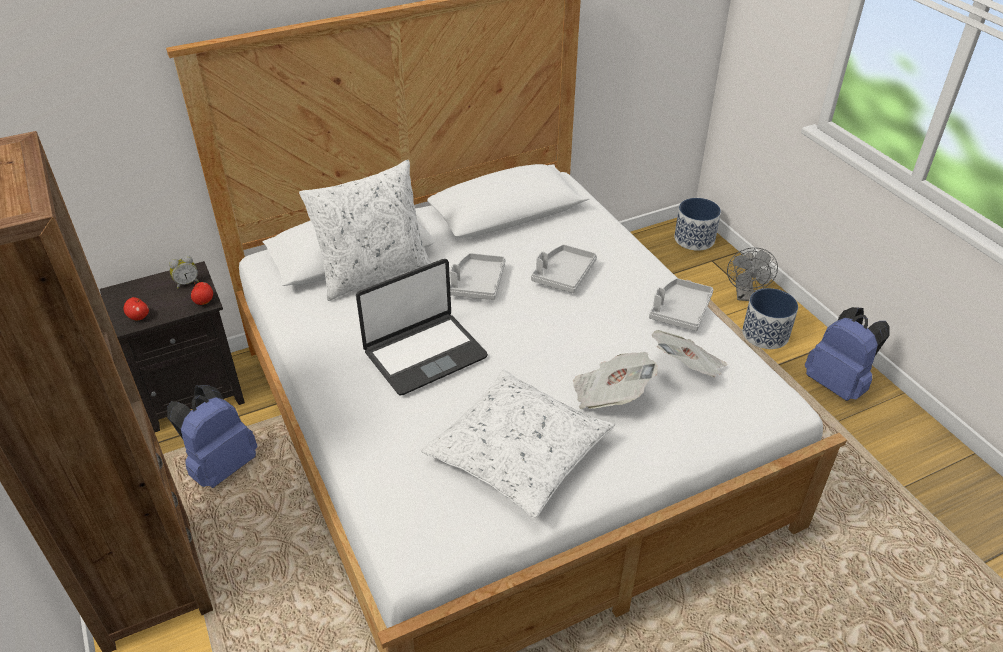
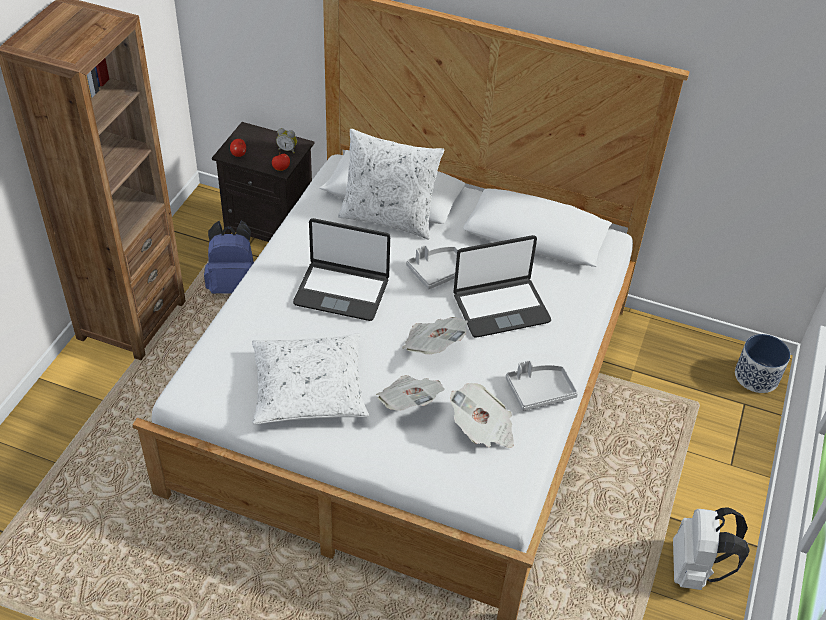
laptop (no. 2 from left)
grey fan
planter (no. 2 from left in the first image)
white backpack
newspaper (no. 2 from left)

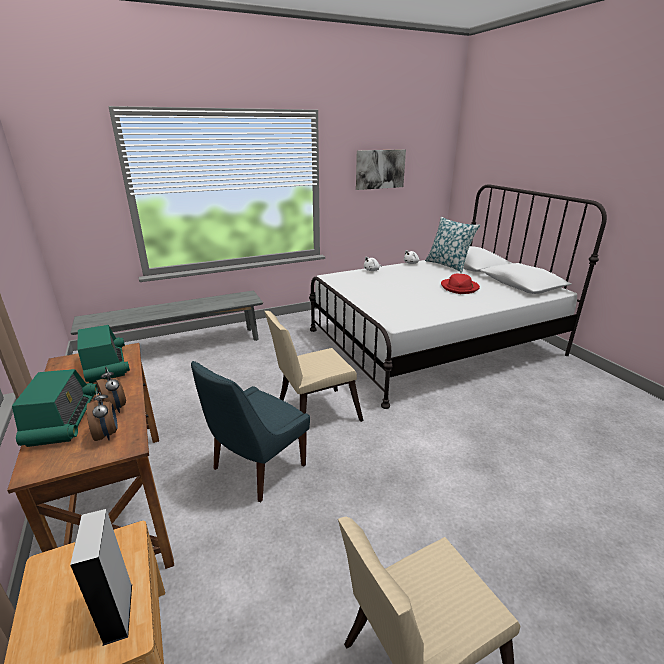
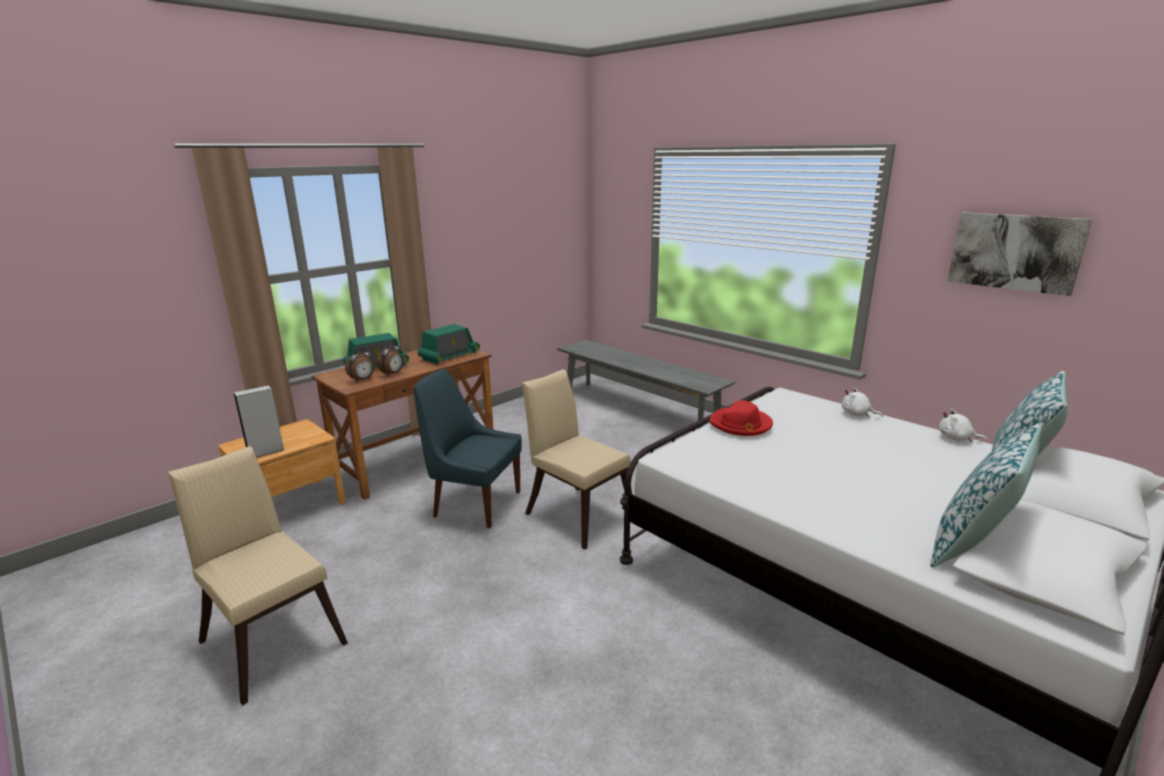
red hat
pillow (no. 1 from left)

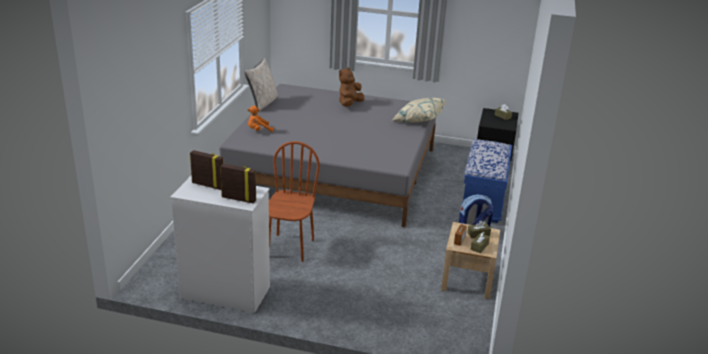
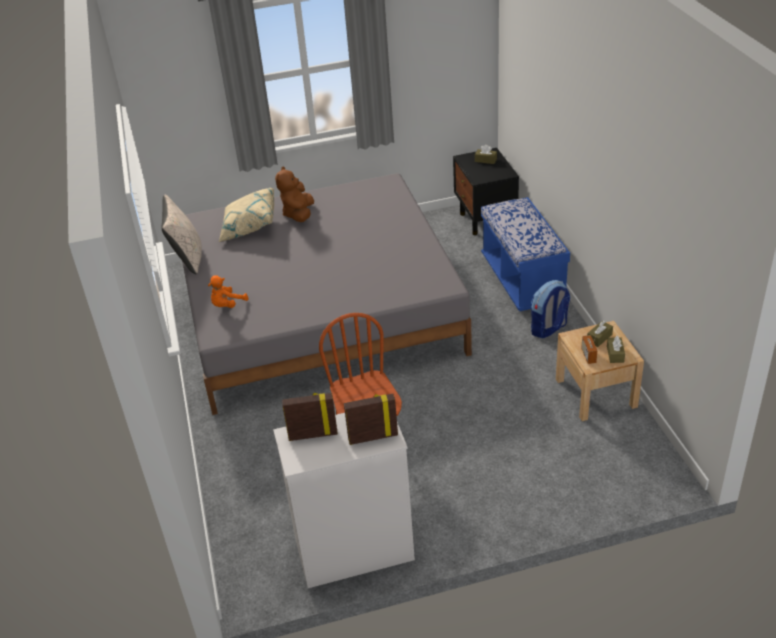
beige pillow (no. 2 from left)

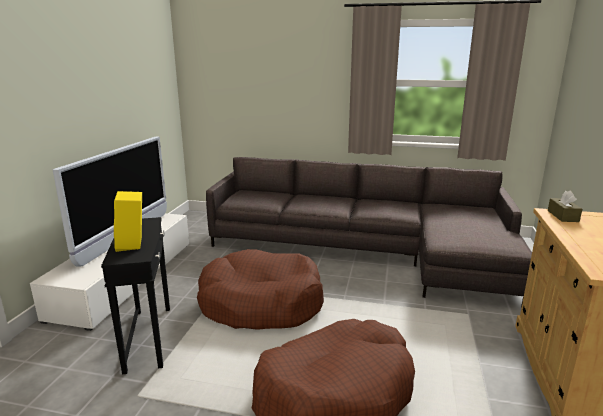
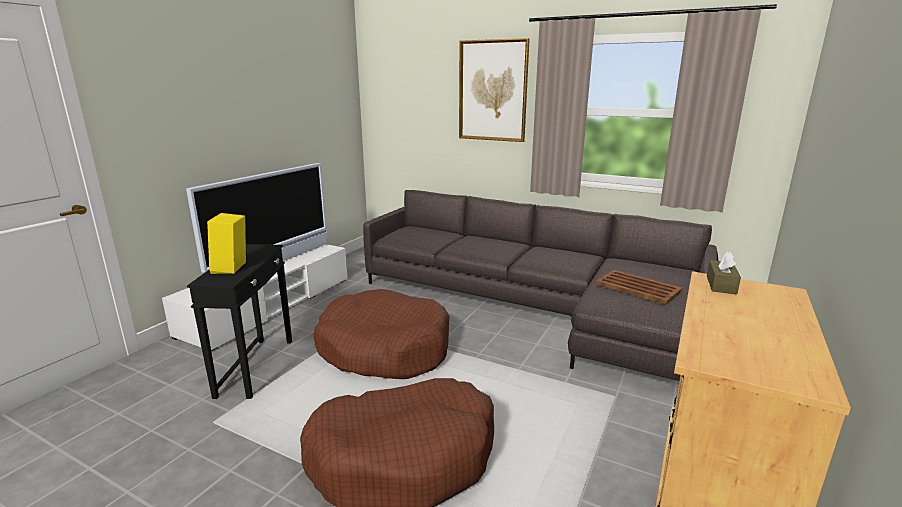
picture
brown tray

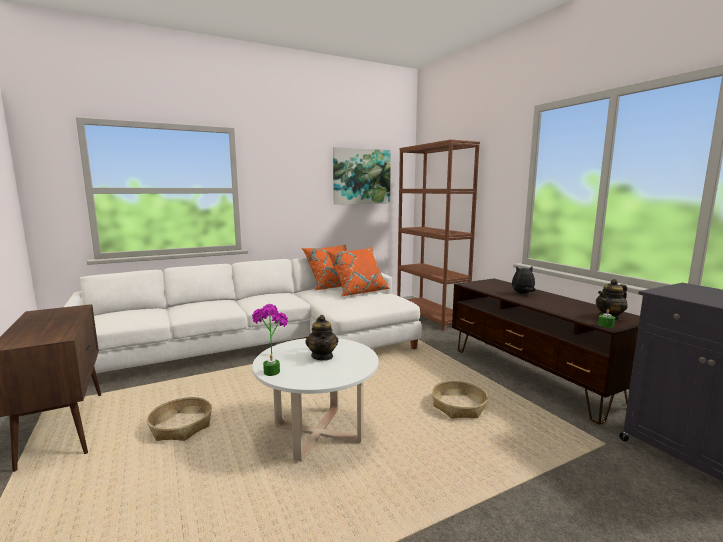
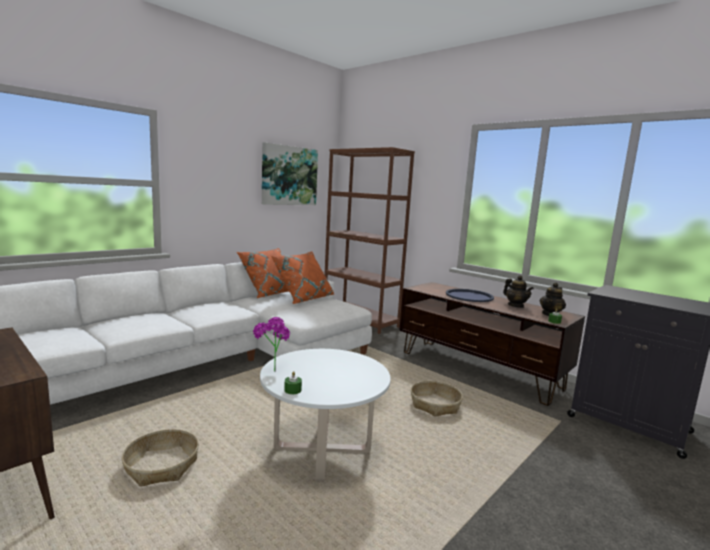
blue tray
teapot (no. 1 from left)

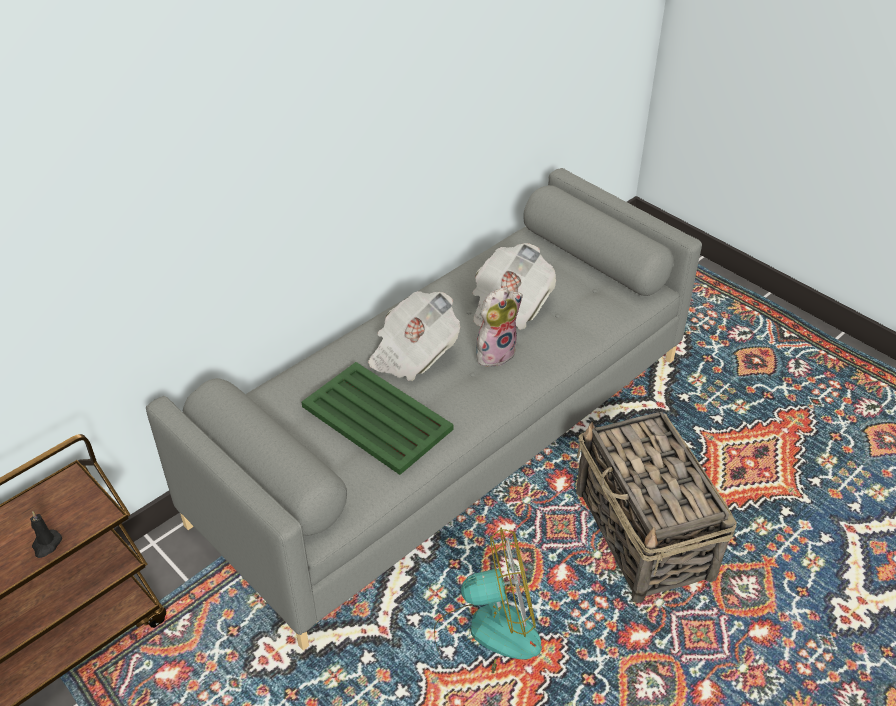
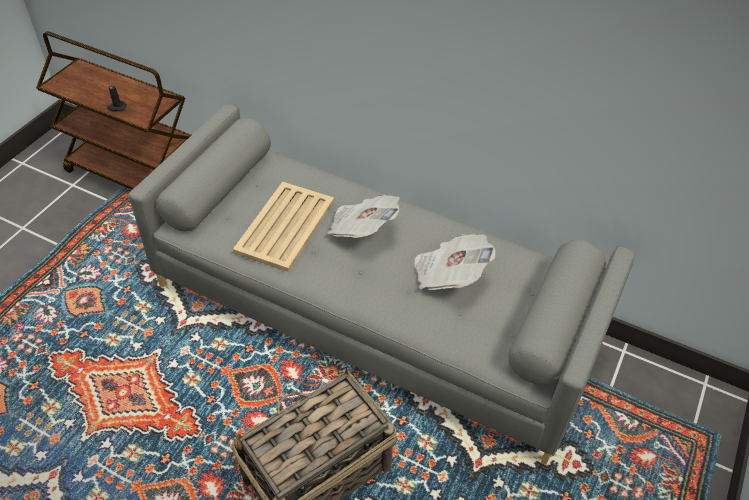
plush toy
beige tray
fan

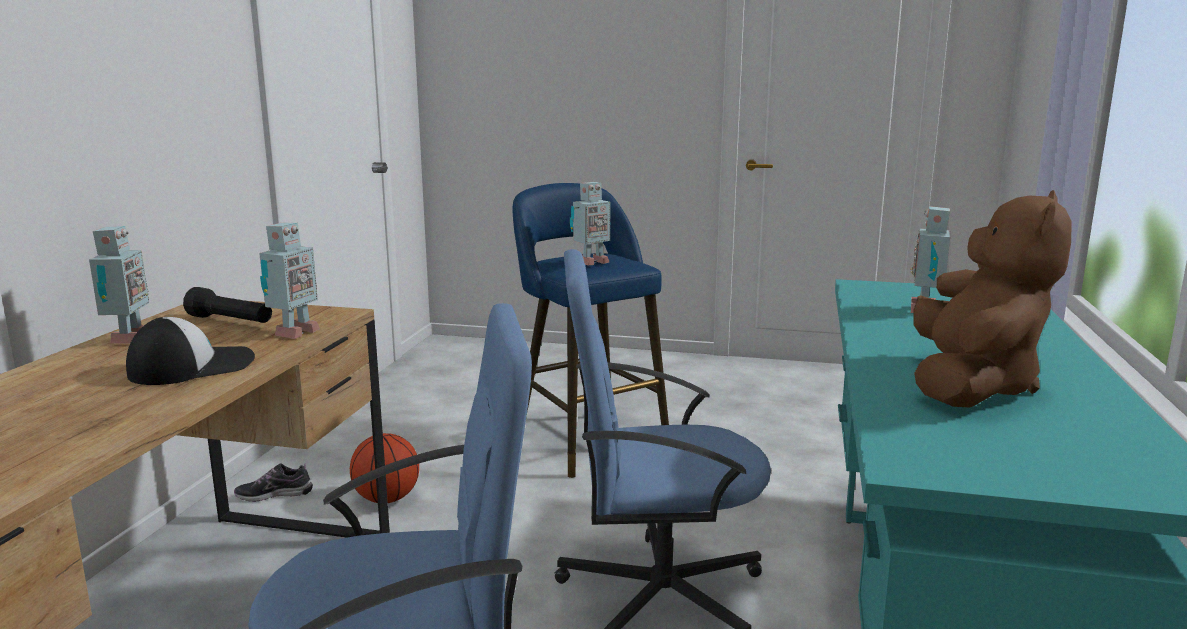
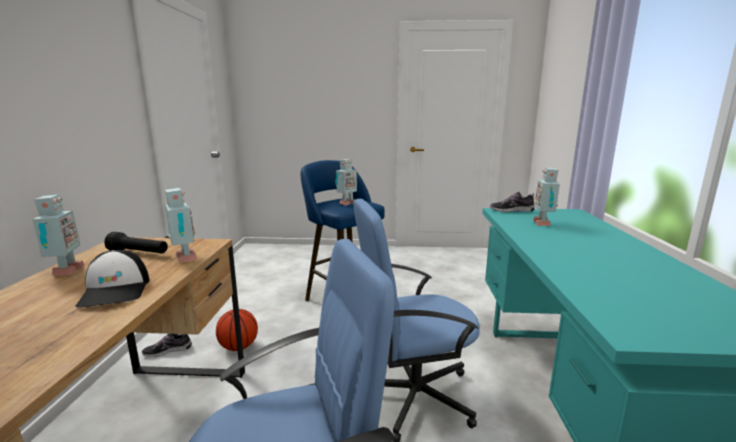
brown plush toy
toy robot (no. 2 from left)
cap
shoe (no. 2 from left)

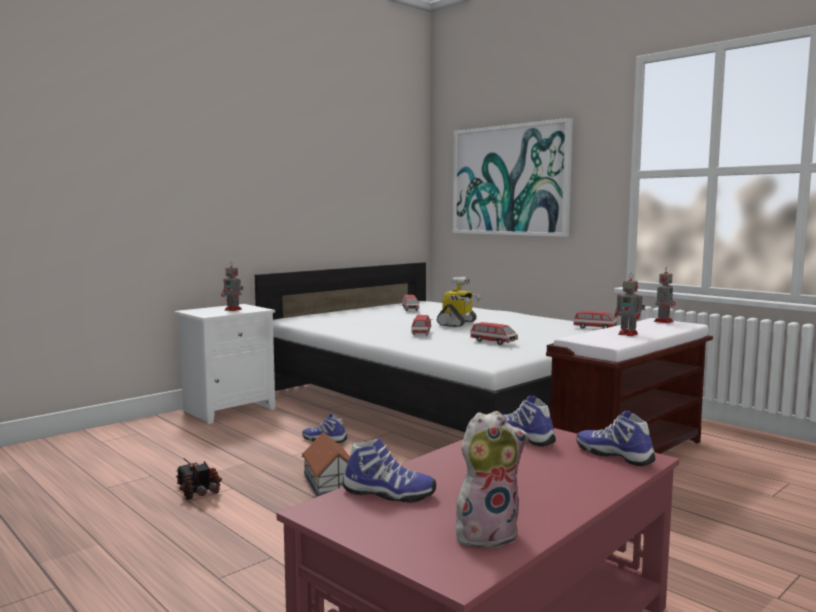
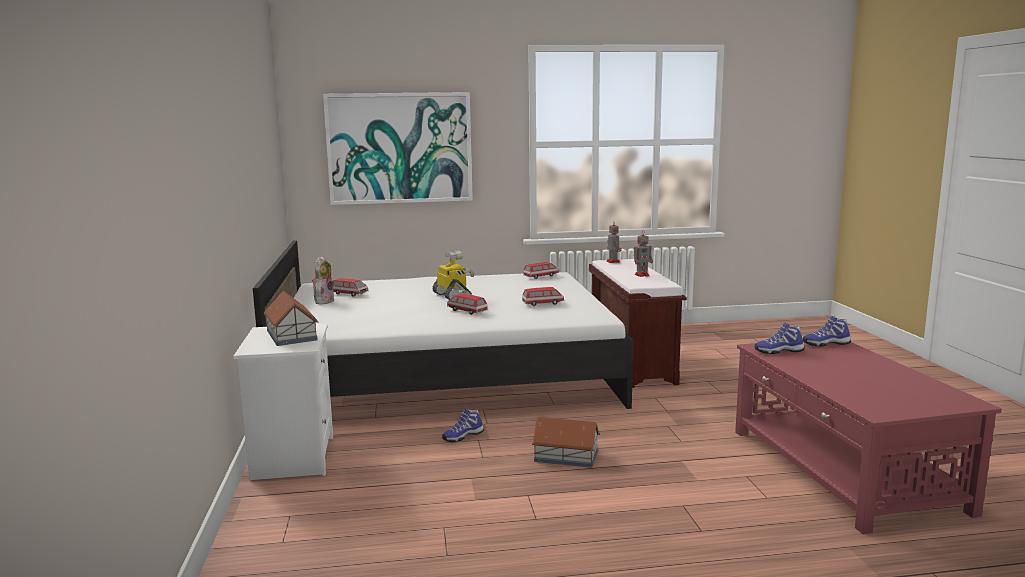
toy house (no. 1 from left)
plush toy
shoe (no. 2 from left in the first image)
toy truck

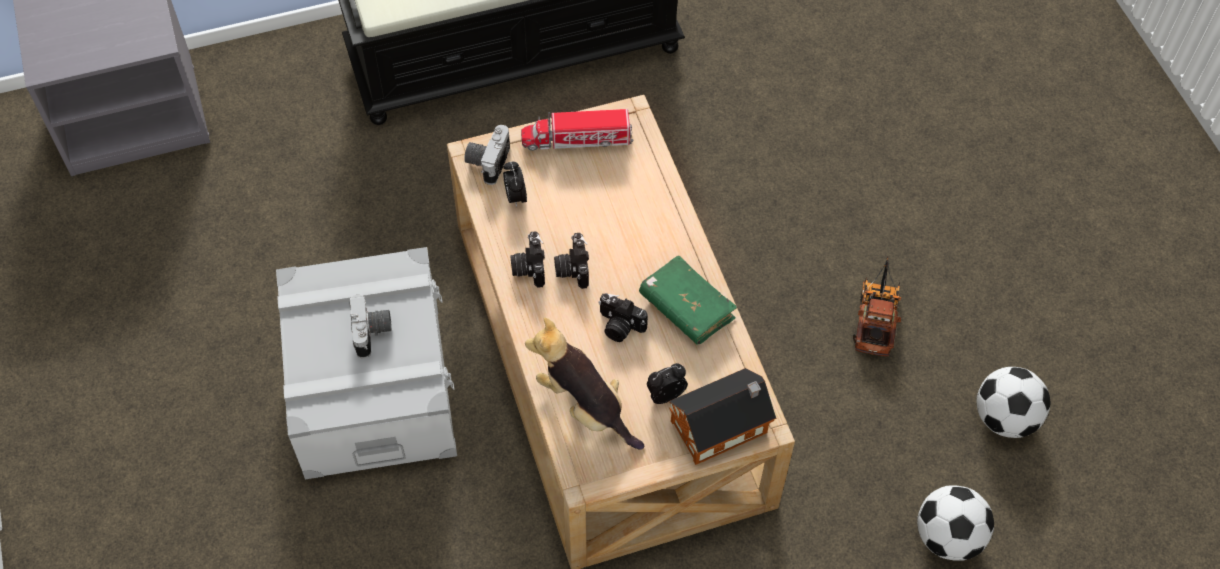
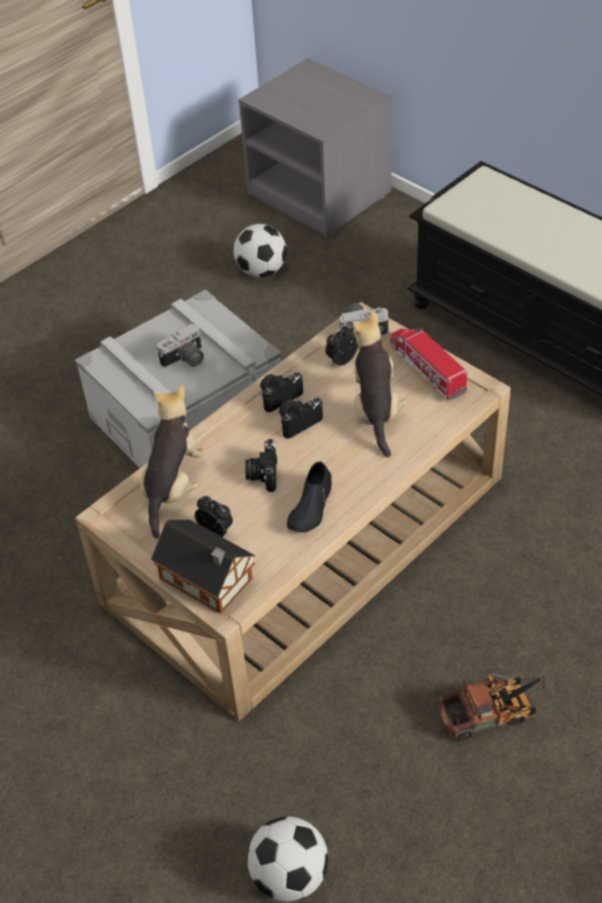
black shoe
football (no. 1 from left)
plush toy (no. 2 from left)

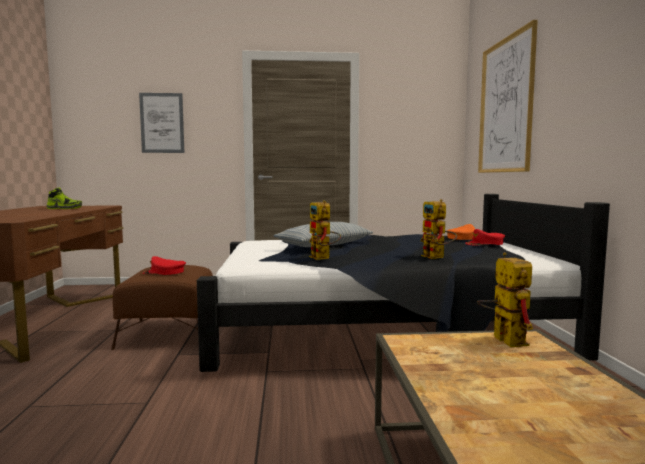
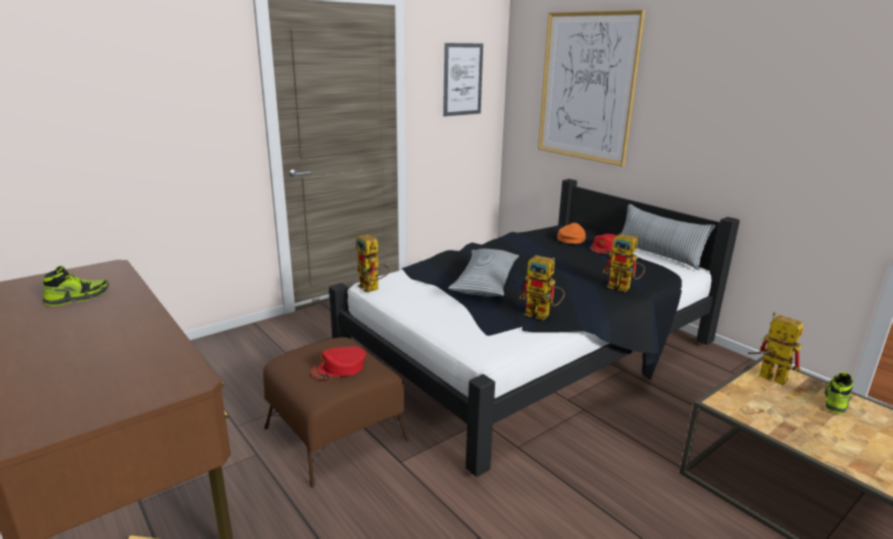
picture (no. 1 from left)
pillow (no. 2 from left)
toy robot (no. 1 from left)
shoe (no. 2 from left)

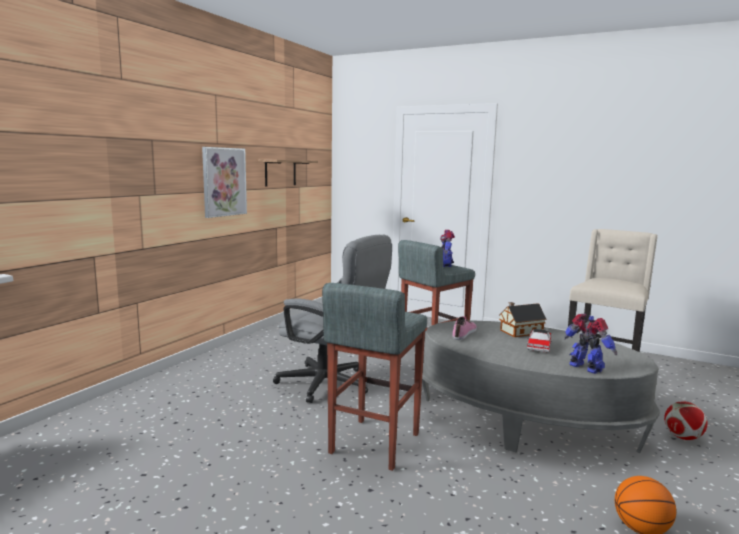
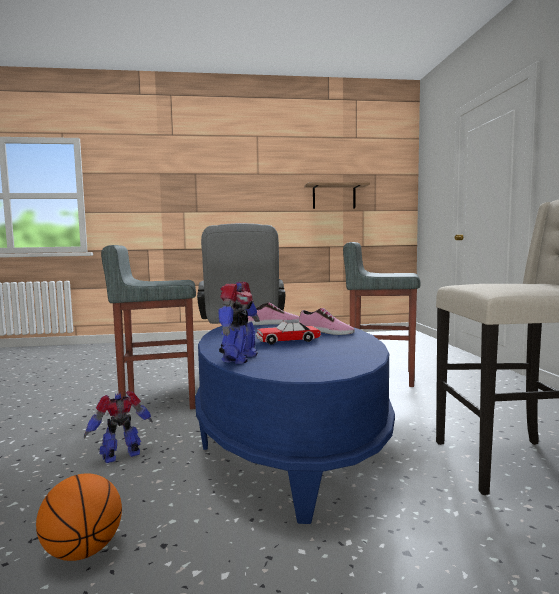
picture
toy robot (no. 1 from left)
shoe (no. 2 from left)
blue coffee table
football

